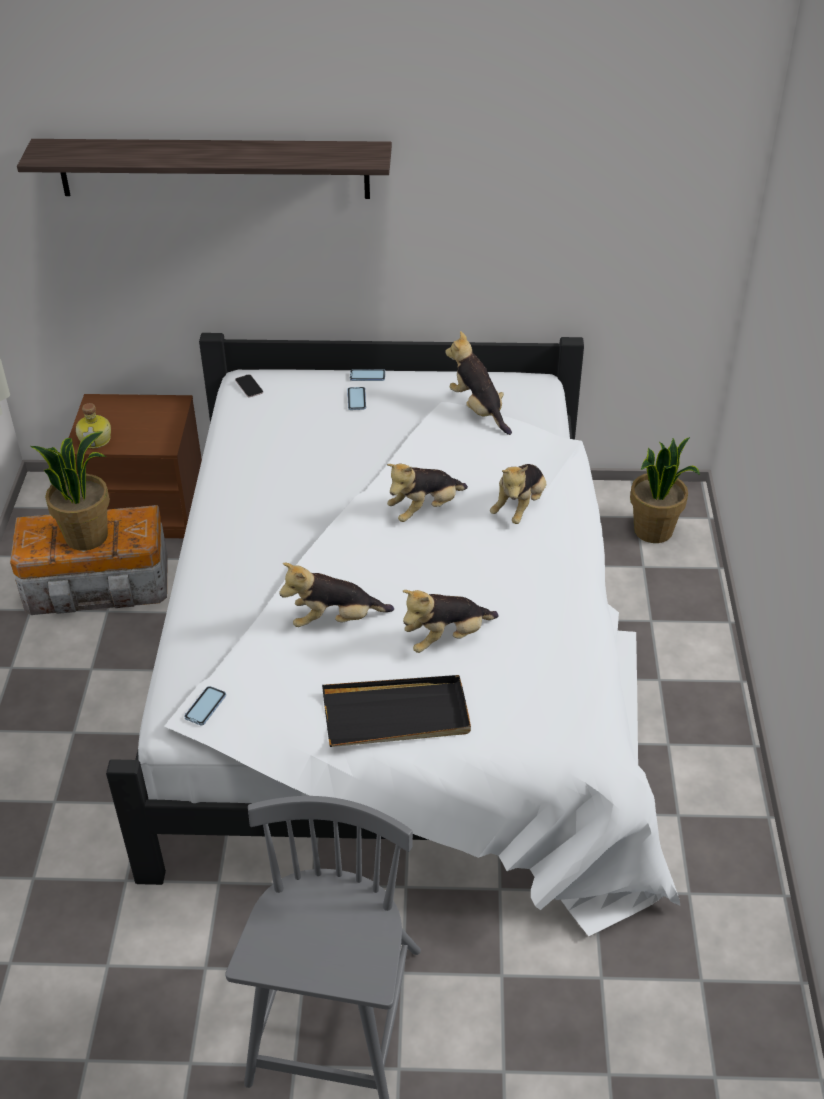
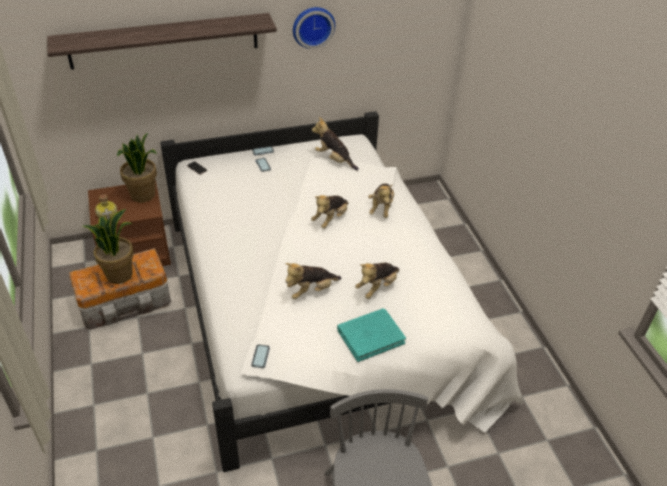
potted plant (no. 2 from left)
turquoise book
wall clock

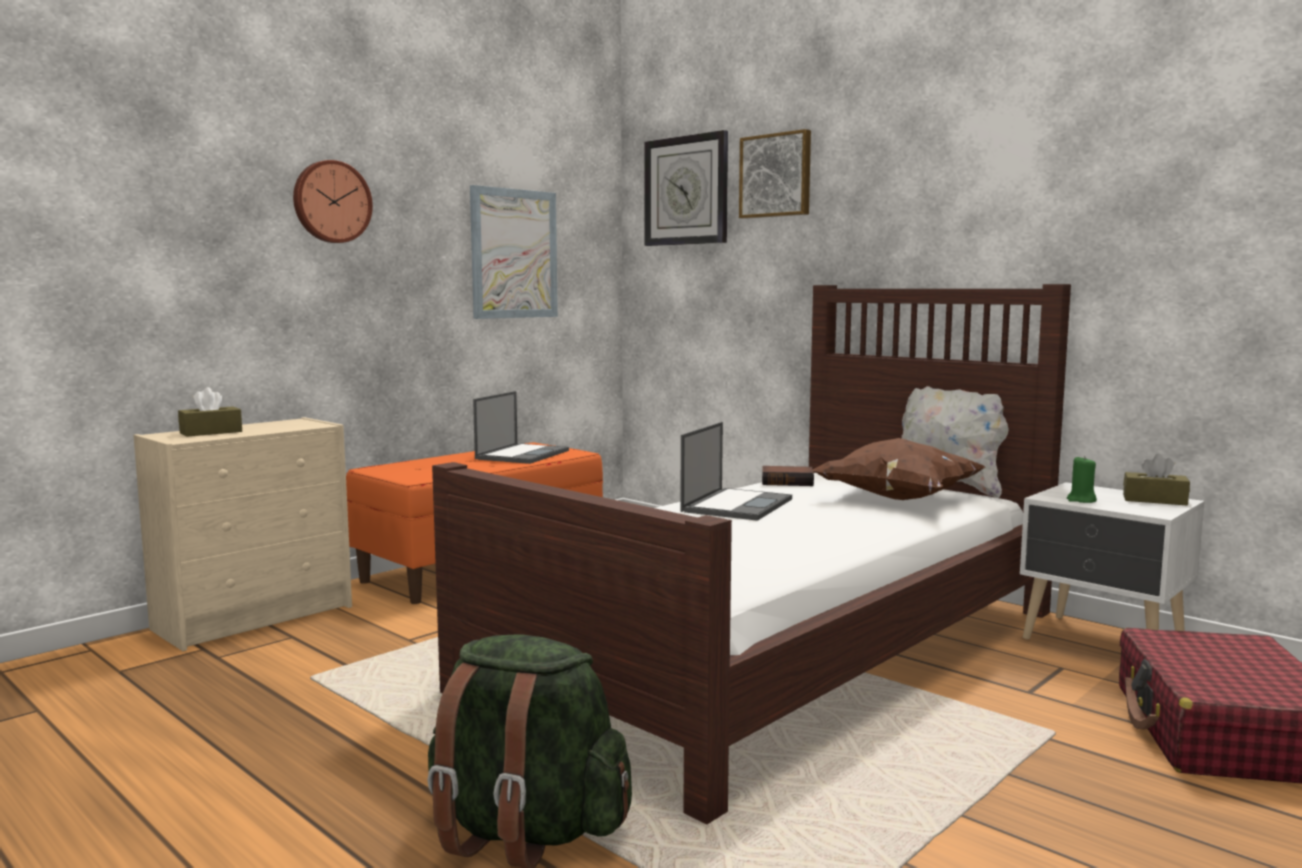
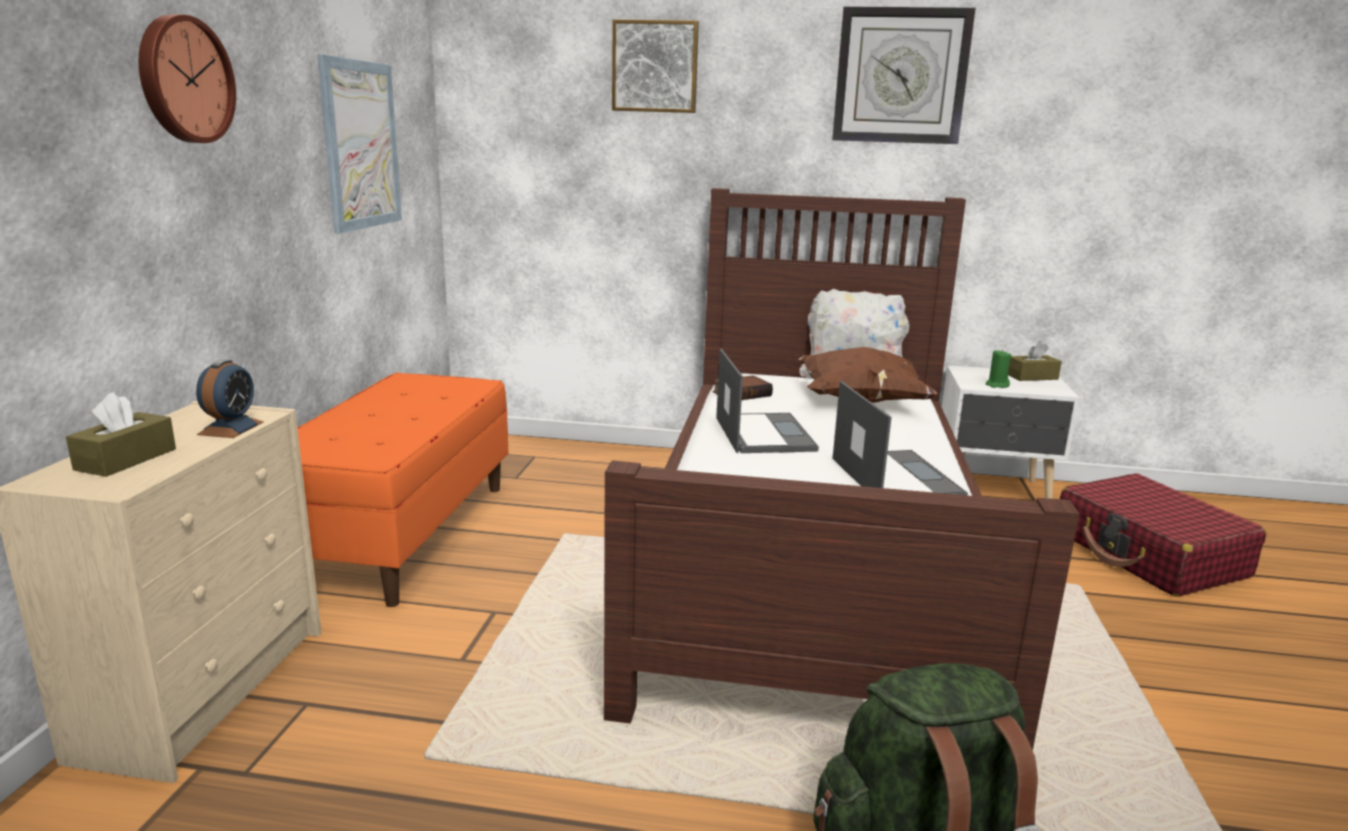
wall clock (no. 2 from left)
laptop (no. 2 from left)
alarm clock

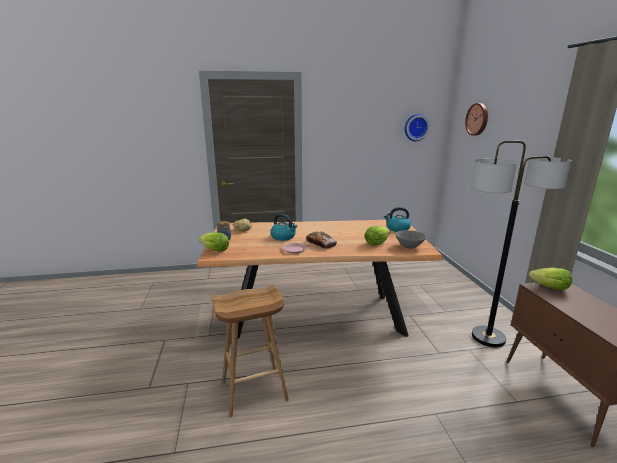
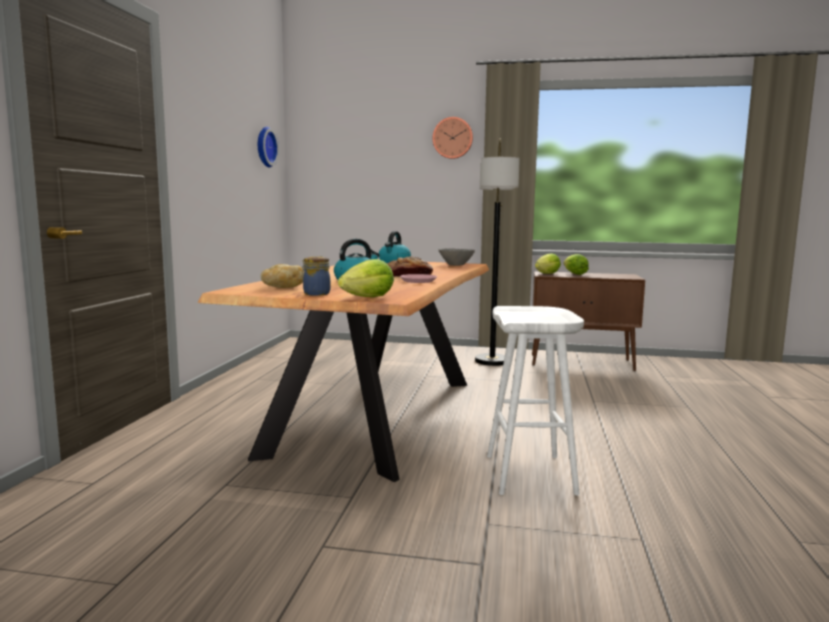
wall clock (no. 2 from left)
lettuce (no. 3 from left)
white stool

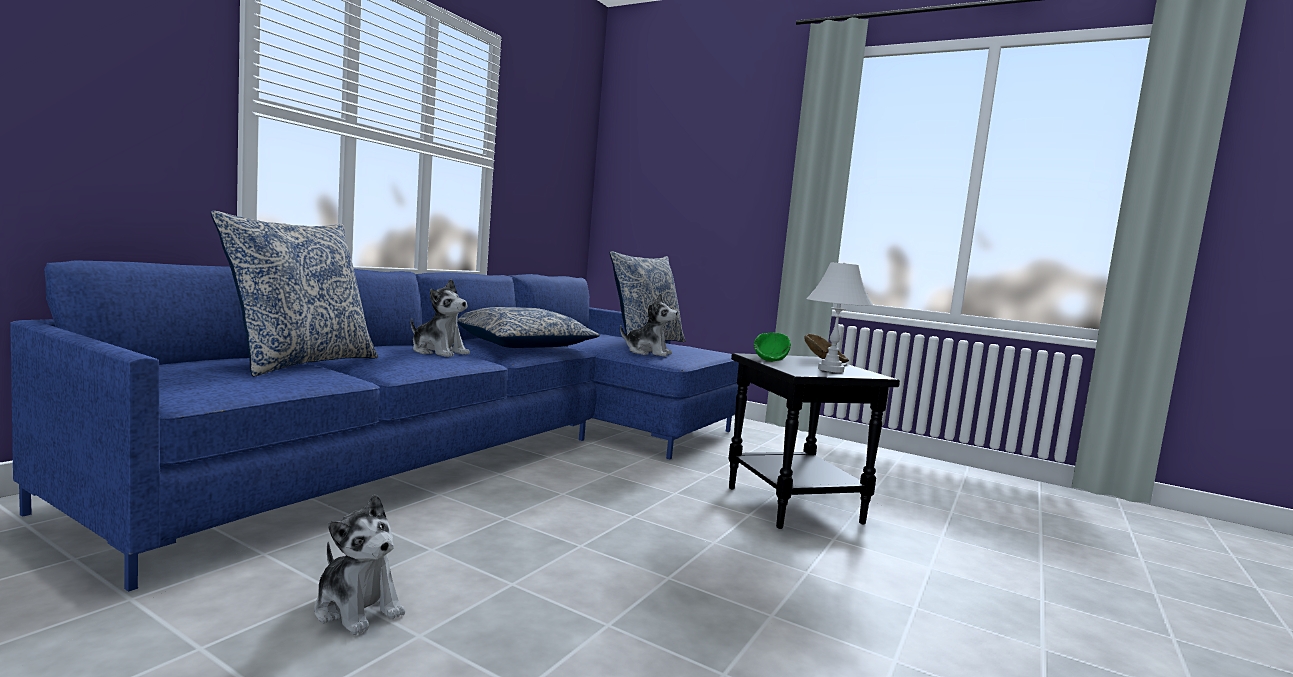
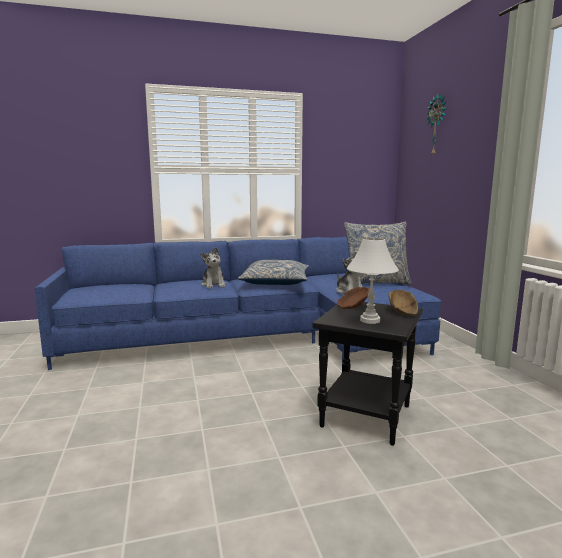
pillow (no. 1 from left in the first image)
brown bowl (no. 1 from left)
plush toy (no. 1 from left in the first image)
wall clock

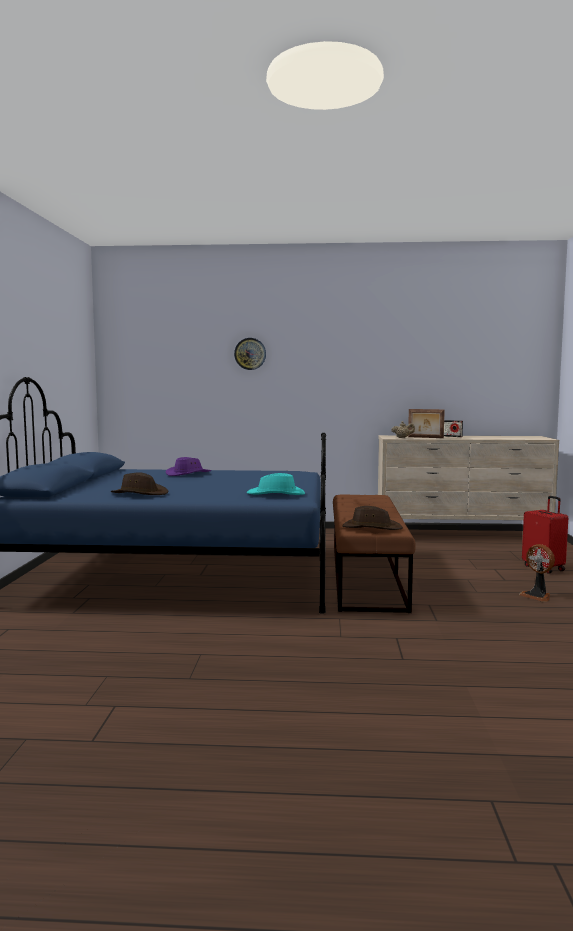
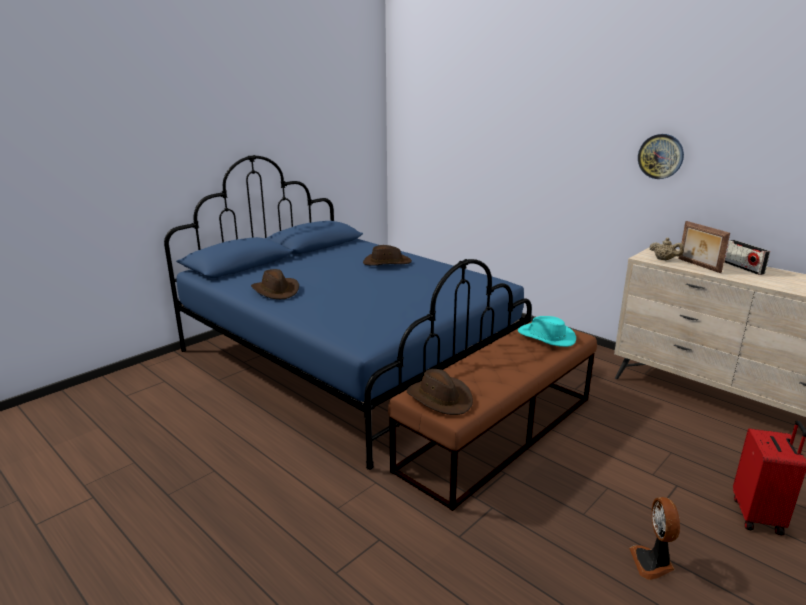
wall clock
brown hat (no. 2 from left)
turquoise hat

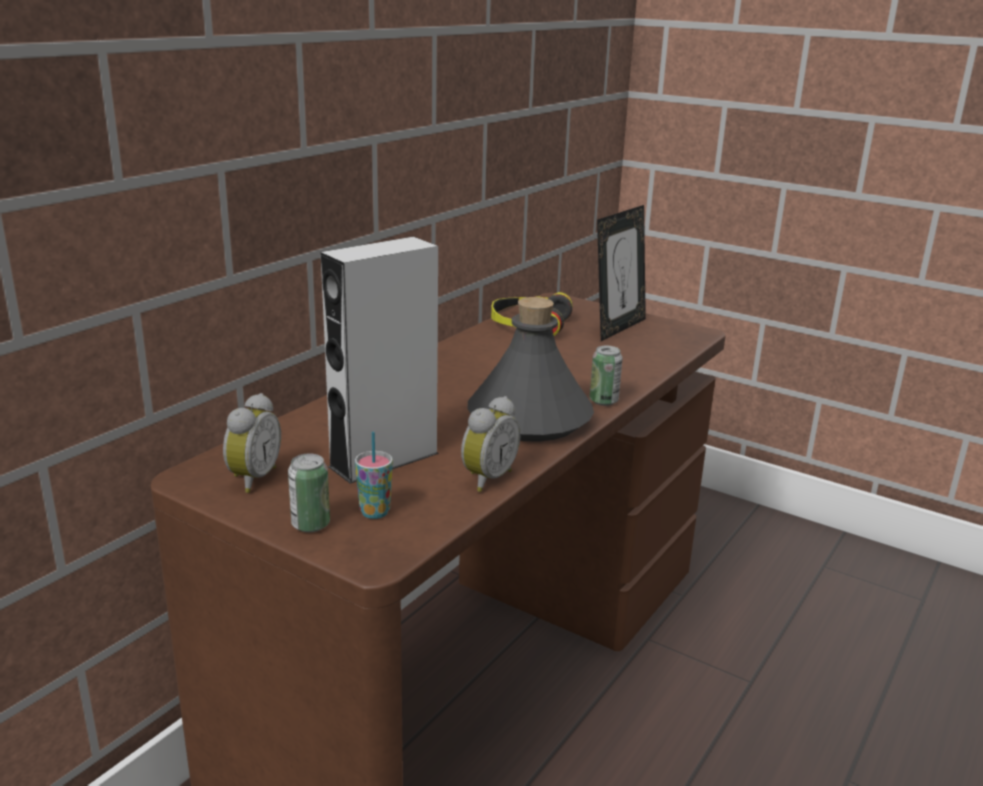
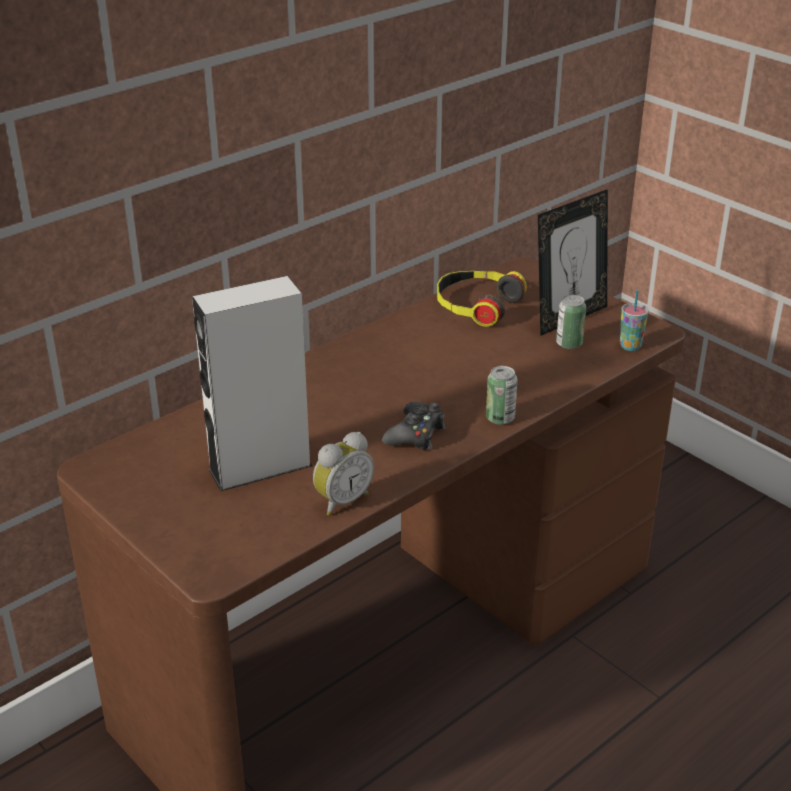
black game controller
alarm clock (no. 1 from left in the first image)
cup
can (no. 2 from left)

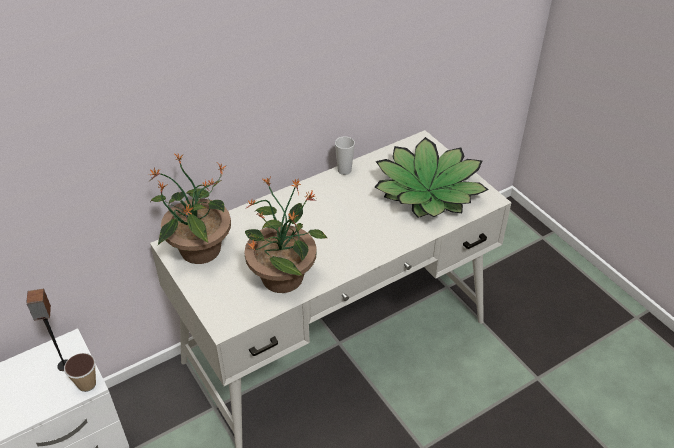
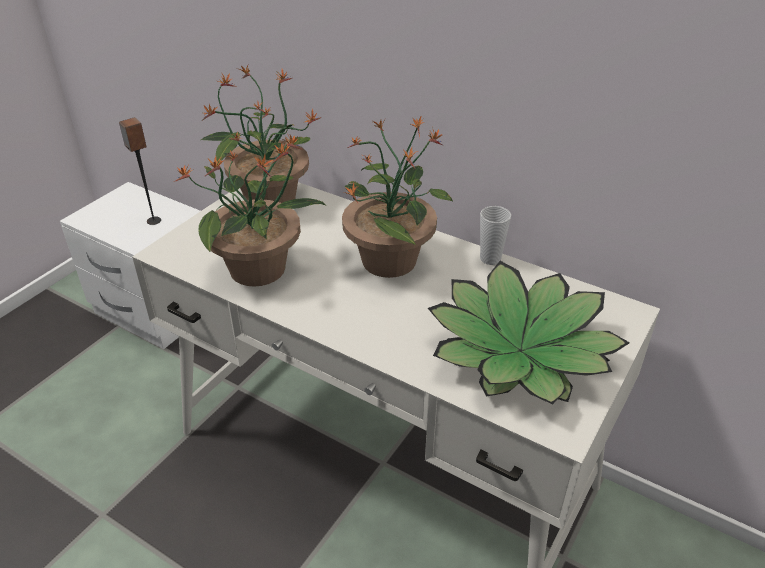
cup (no. 1 from left in the first image)
potted plant (no. 3 from left)

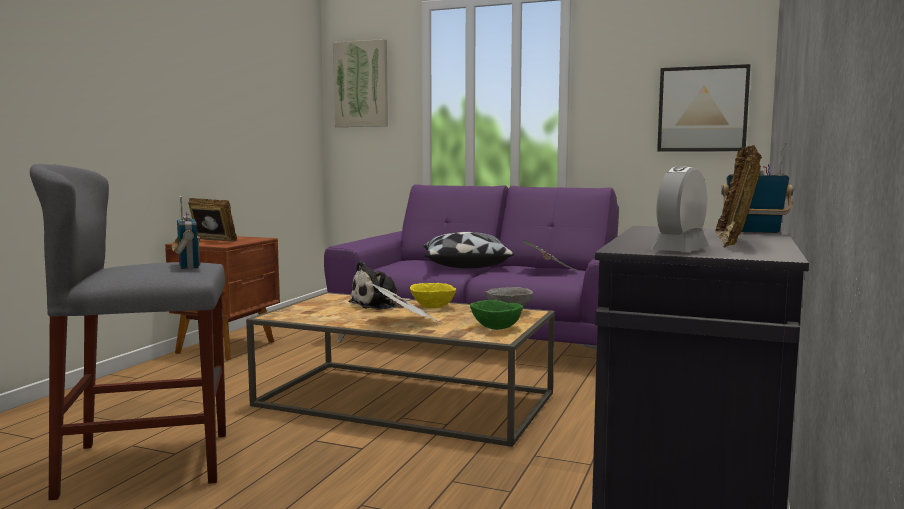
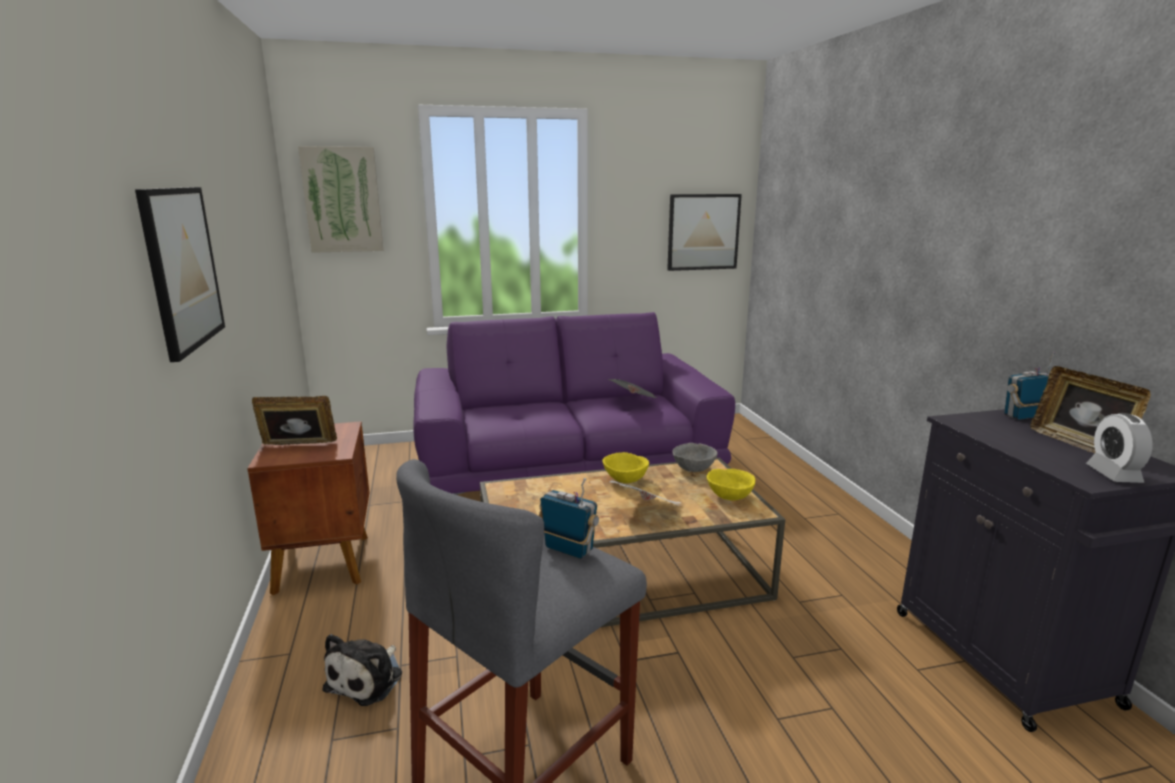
pillow
plush toy
yellow bowl (no. 2 from left)
picture (no. 1 from left)

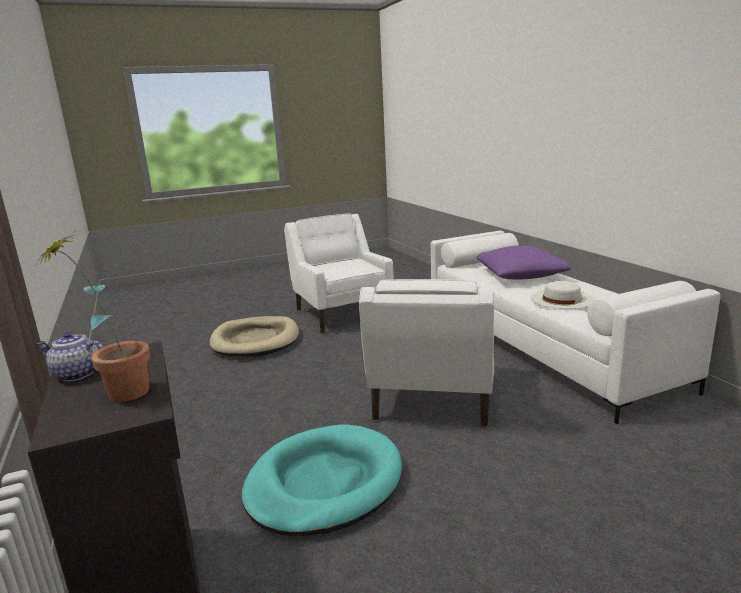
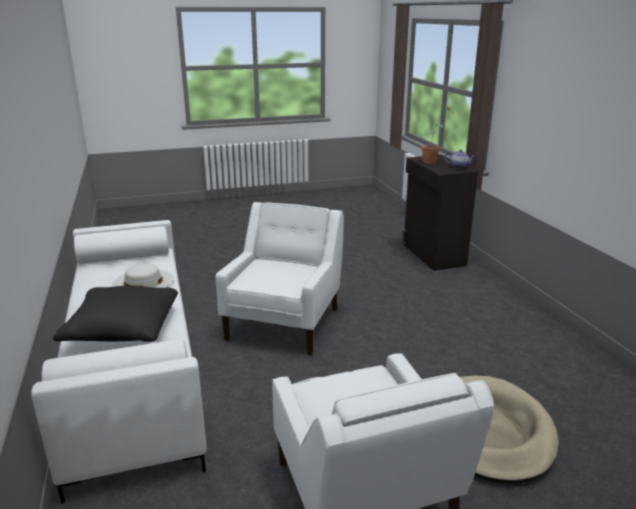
black pillow
turquoise dog bed

